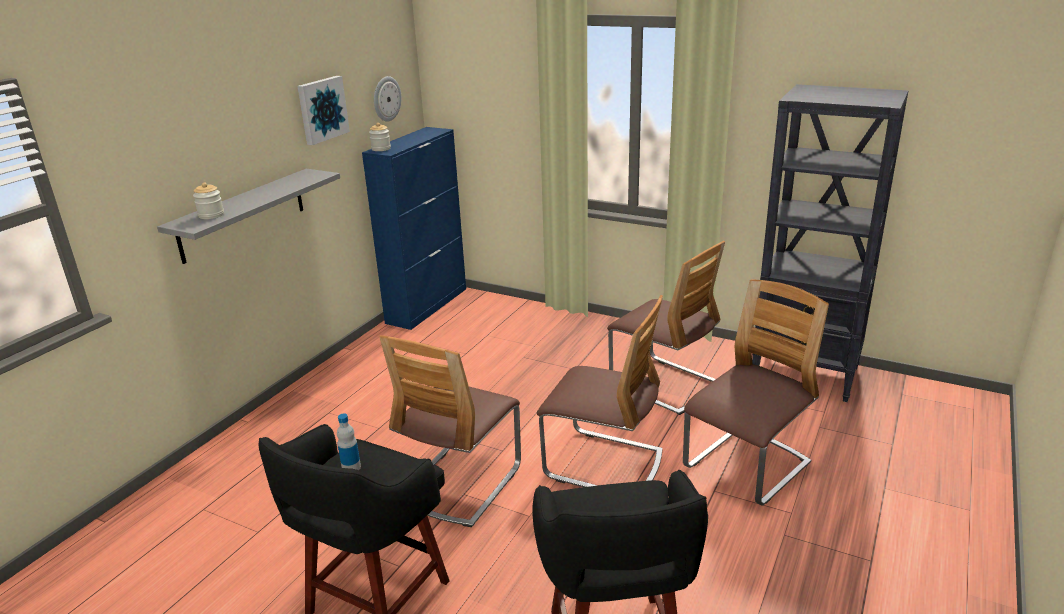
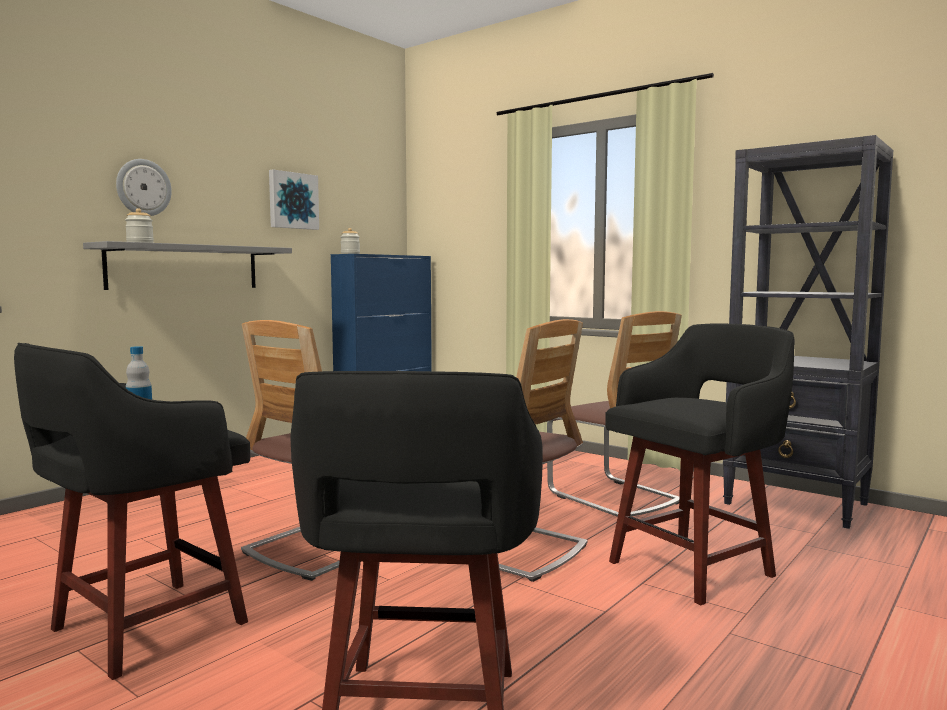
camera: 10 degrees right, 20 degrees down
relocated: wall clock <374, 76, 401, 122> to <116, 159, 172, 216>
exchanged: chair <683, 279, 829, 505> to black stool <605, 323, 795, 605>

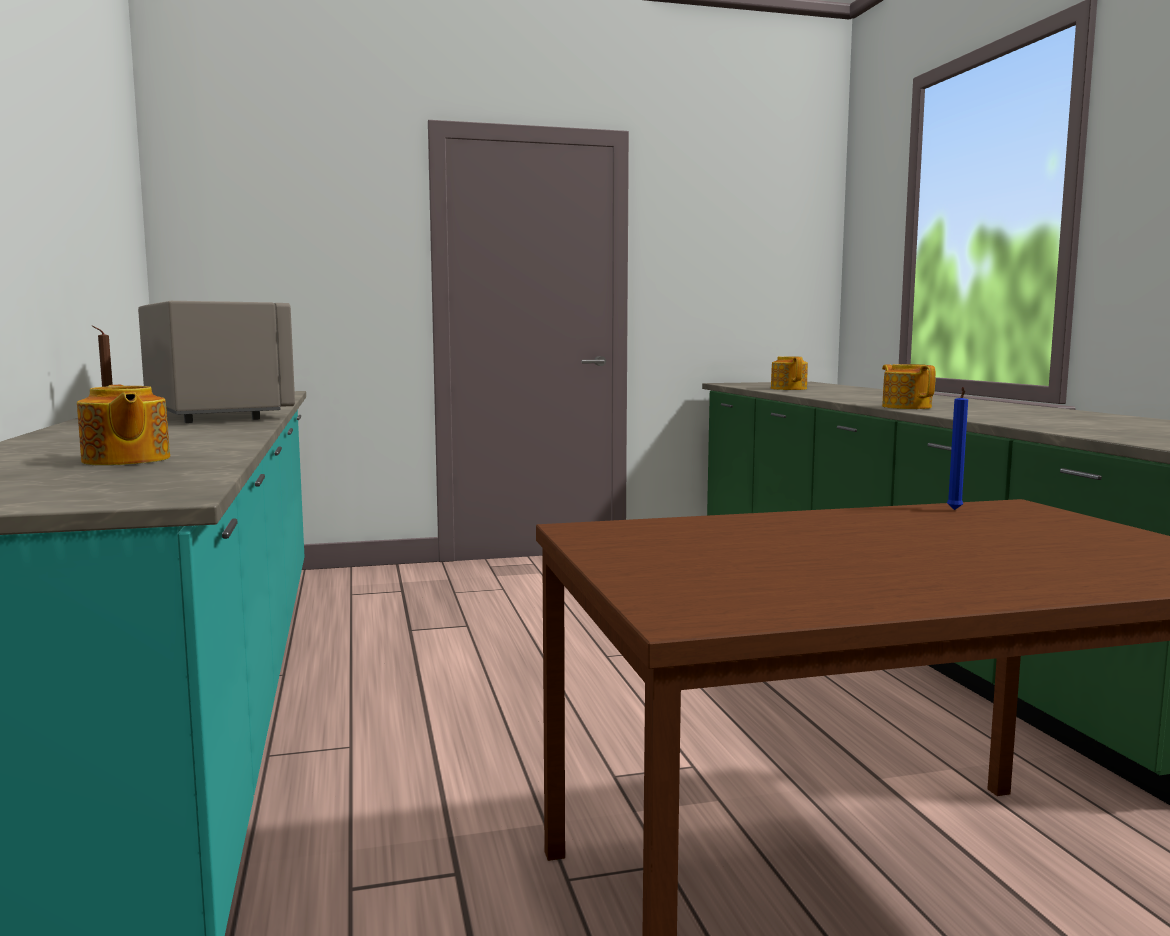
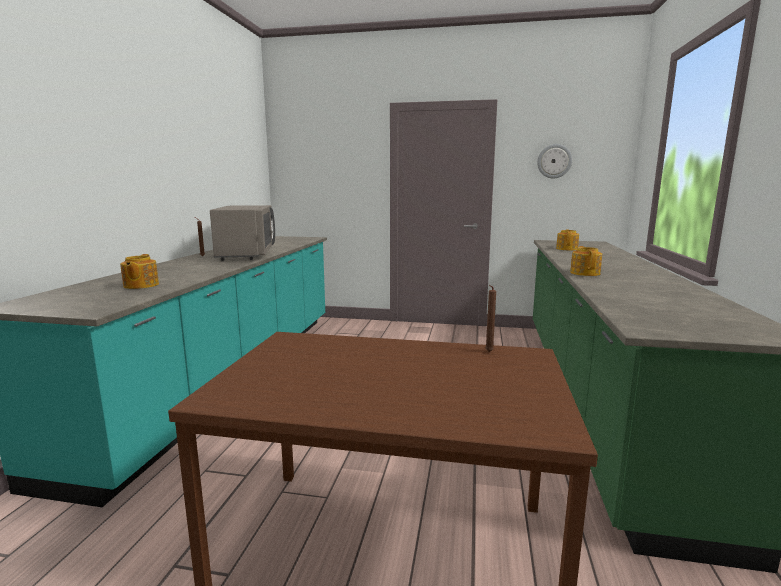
camera: 25 degrees right, 5 degrees up
appeared: wall clock <537, 144, 572, 179>
colour: blue candle <947, 387, 968, 510> to brown candle <485, 285, 496, 352>

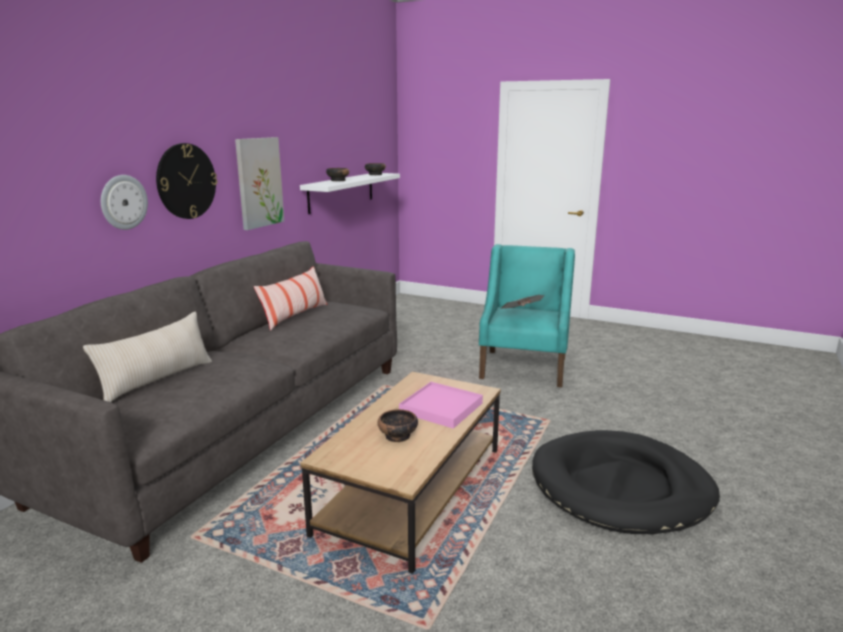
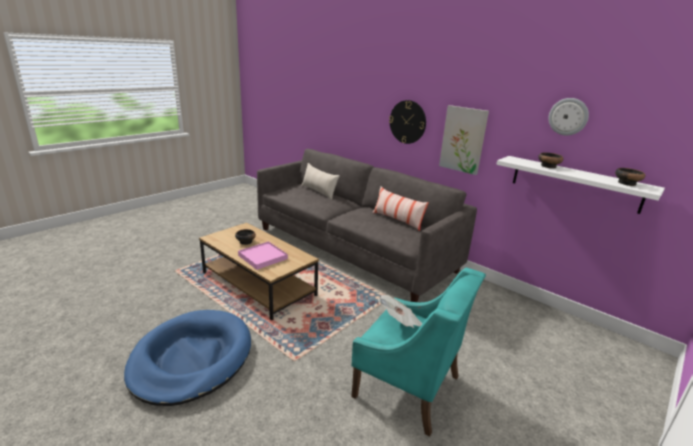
camera: 105 degrees right, 5 degrees up
relocated: wall clock <101, 175, 148, 230> to <549, 98, 589, 136>
colour: black dog bed <532, 430, 720, 534> to blue dog bed <124, 310, 251, 406>

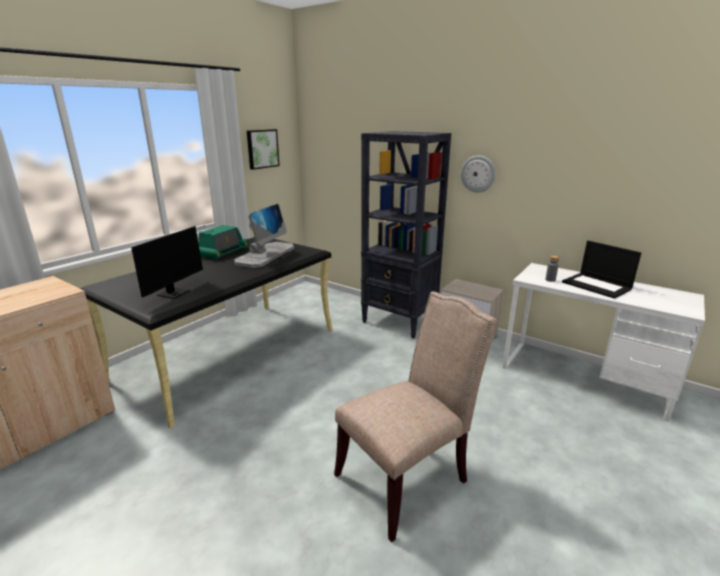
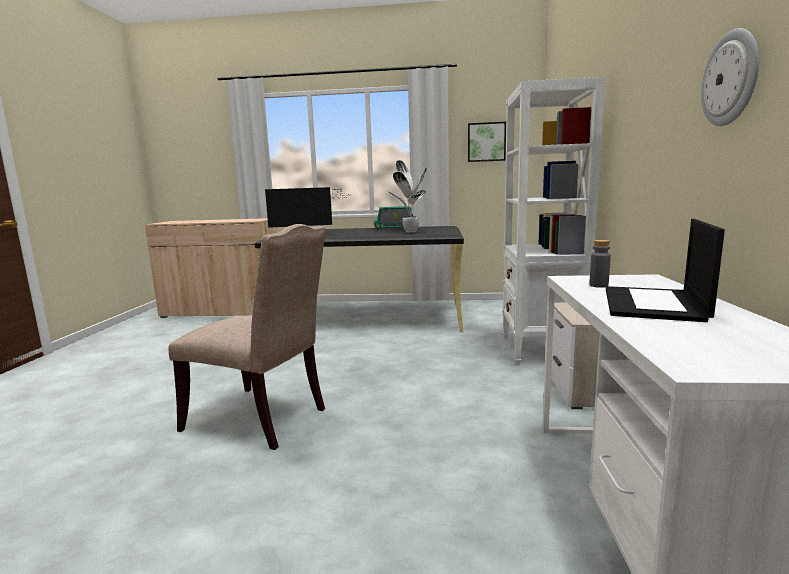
camera: 60 degrees right, 10 degrees down
relocated: wall clock <461, 155, 496, 193> to <701, 28, 759, 126>
exchanged: monitor <234, 204, 294, 268> to potted plant <387, 160, 427, 233>
colour: black bookcase <361, 131, 451, 339> to white bookcase <502, 77, 605, 366>

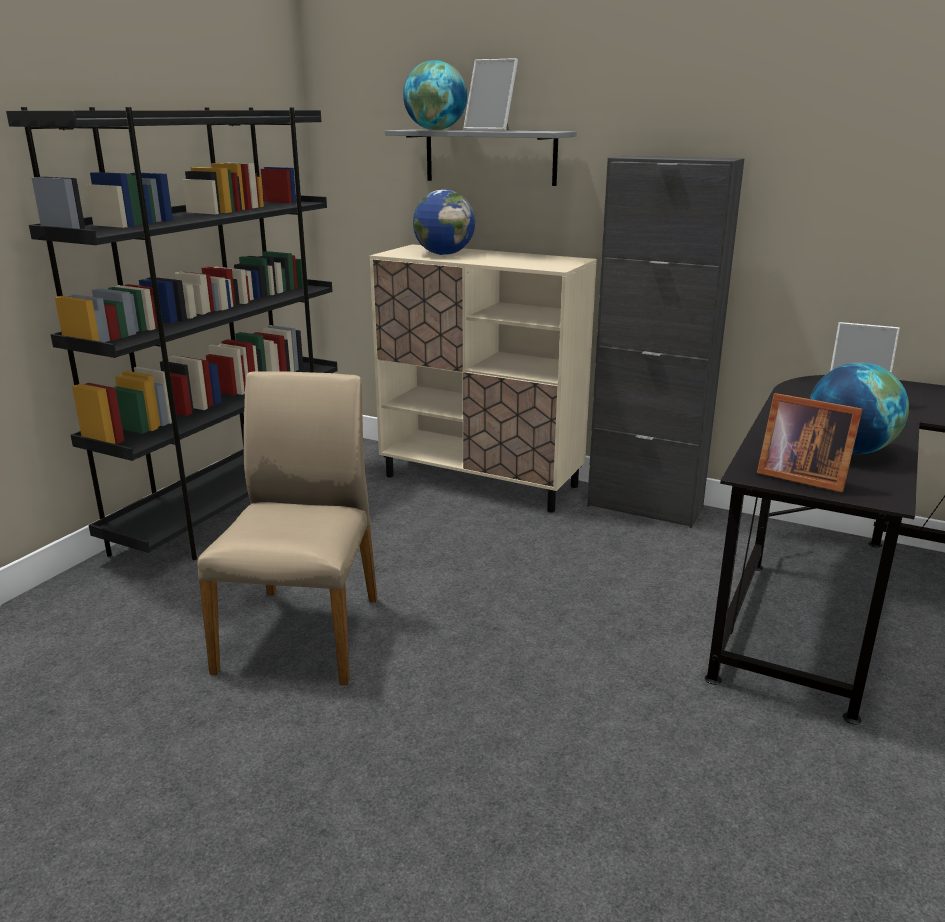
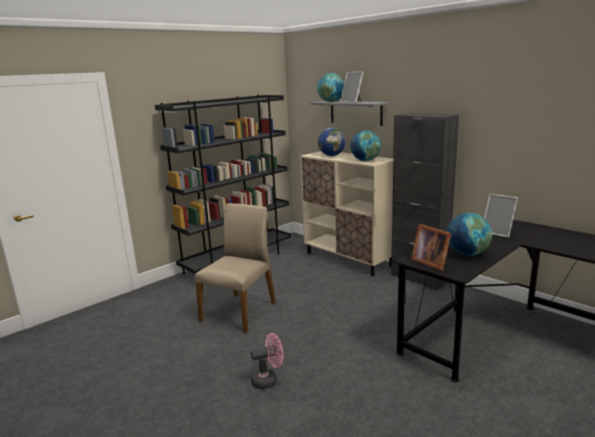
camera: 20 degrees right, 5 degrees down
appeared: pink fan <250, 333, 284, 389>; globe <351, 131, 381, 161>

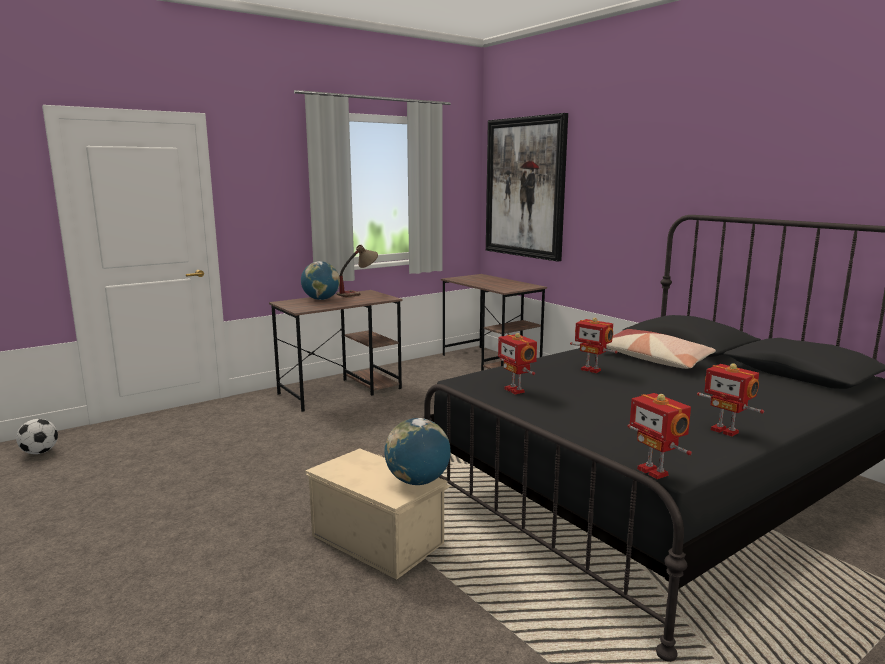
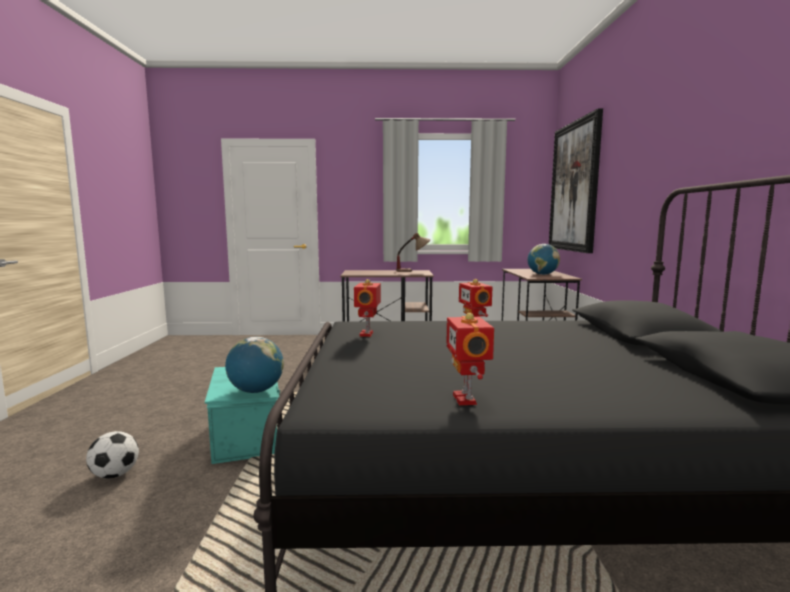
camera: 35 degrees right, 5 degrees down
missing: pillow <606, 329, 716, 369>; toy robot <628, 393, 692, 479>
relocated: football <16, 419, 58, 454> to <86, 431, 139, 478>; globe <301, 261, 340, 300> to <528, 244, 560, 275>
colour: beige storage box <305, 448, 451, 579> to turquoise storage box <205, 367, 280, 464>

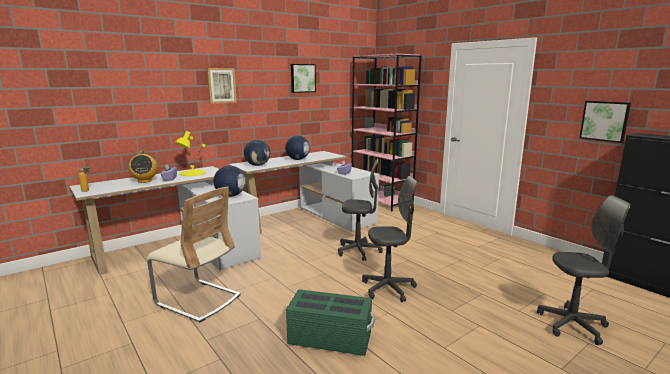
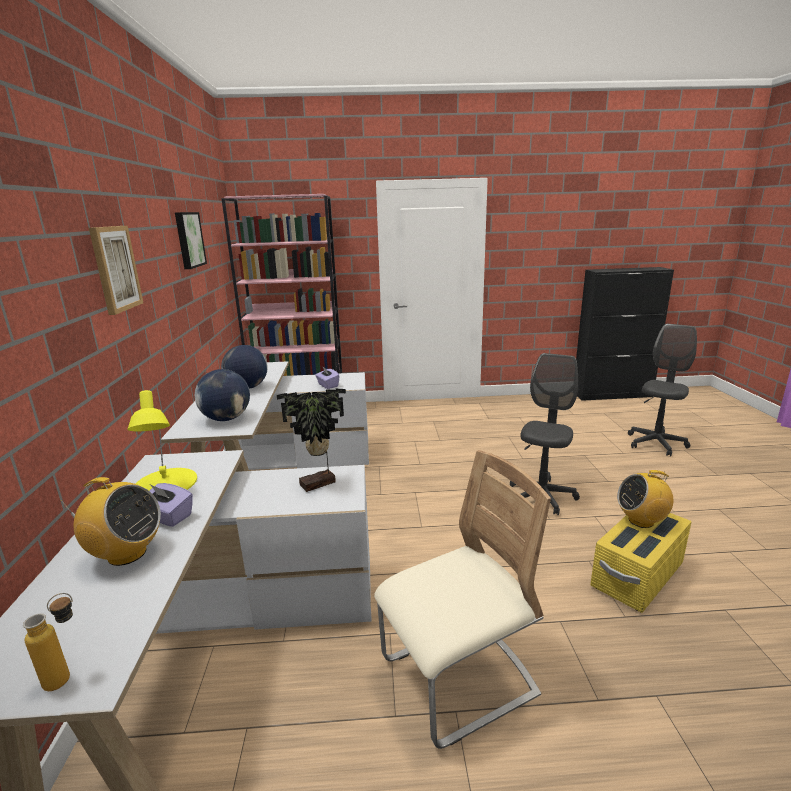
camera: 55 degrees left, 5 degrees up
missing: grey office chair <338, 158, 383, 261>; picture <579, 101, 631, 143>
appeared: radio <617, 470, 674, 528>
exchanged: globe <213, 165, 246, 197> to potted plant <277, 389, 346, 492>
colour: green storage box <286, 289, 375, 356> to yellow storage box <590, 513, 691, 613>

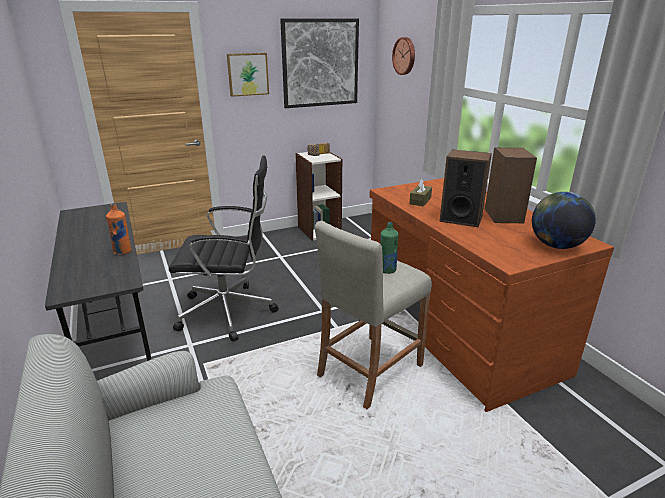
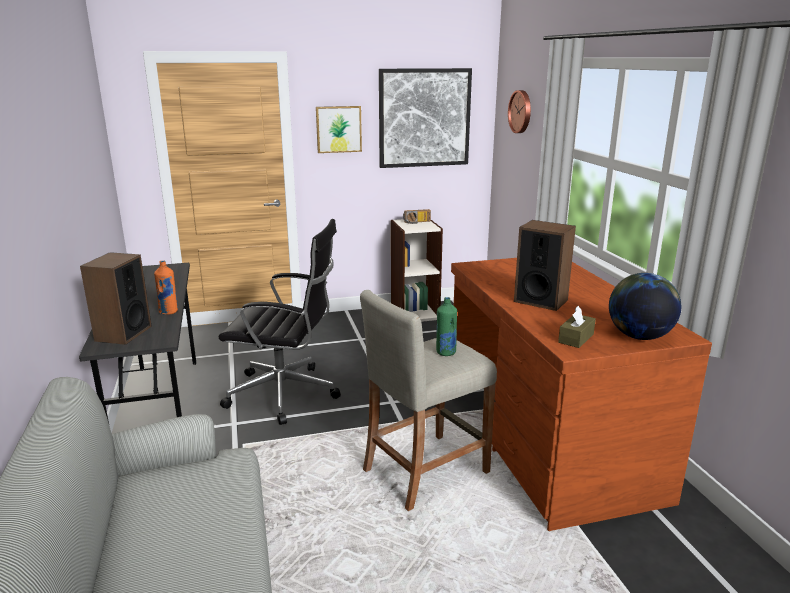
camera: 10 degrees right, 5 degrees down
relocated: speaker <485, 148, 537, 223> to <80, 252, 152, 345>; brown tissue box <409, 179, 432, 207> to <558, 306, 596, 348>

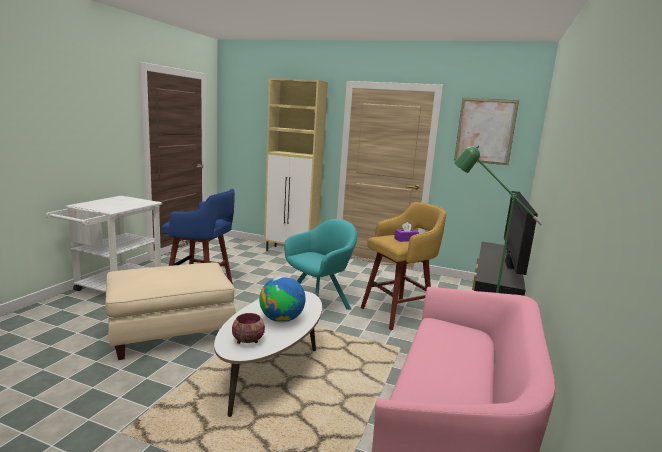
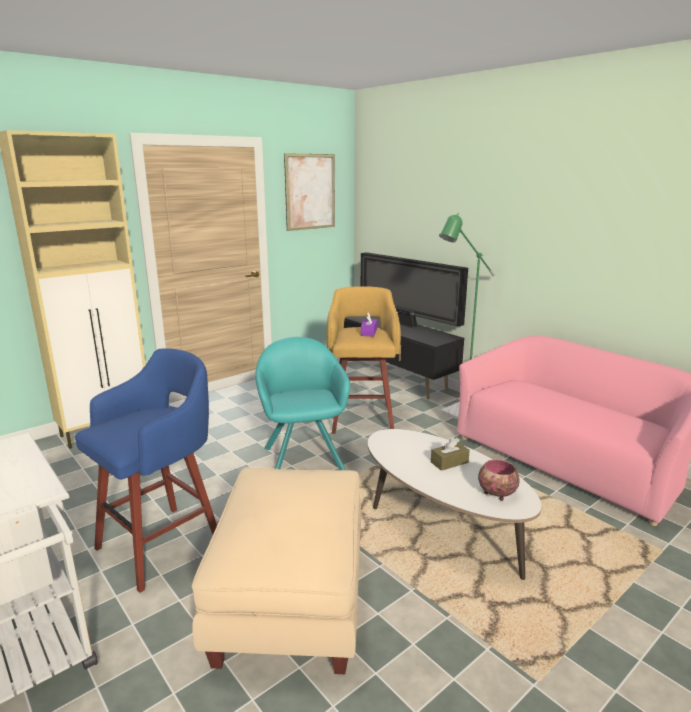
camera: 60 degrees left, 5 degrees up
exchanged: globe <259, 276, 306, 322> to brown tissue box <431, 437, 470, 471>

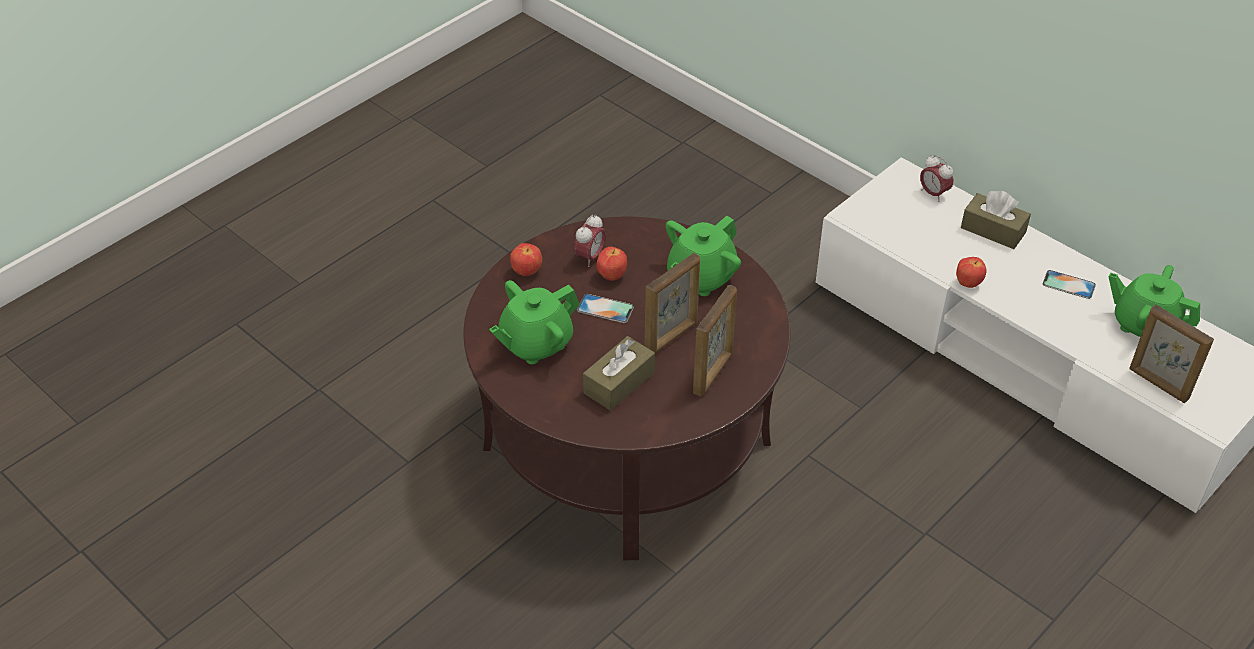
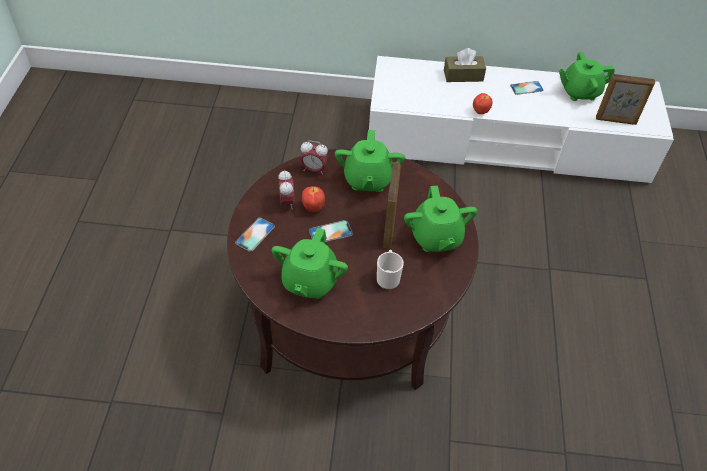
camera: 40 degrees left, 5 degrees up
relocated: alarm clock <920, 155, 953, 202> to <300, 141, 328, 175>
exchanged: apple <510, 243, 542, 276> to phone <235, 218, 275, 252>; brown tissue box <583, 336, 655, 411> to mug <377, 250, 404, 289>; picture frame <693, 285, 737, 397> to green teapot <404, 186, 478, 252>

